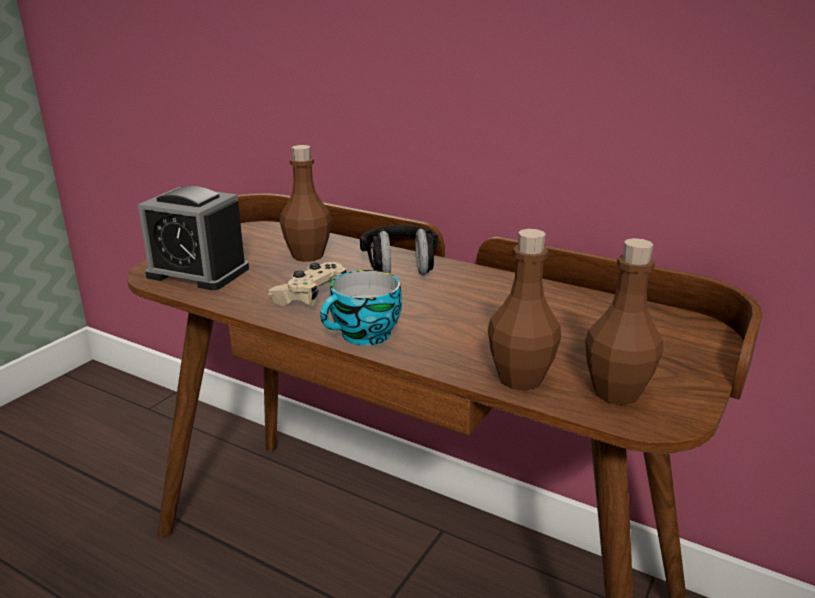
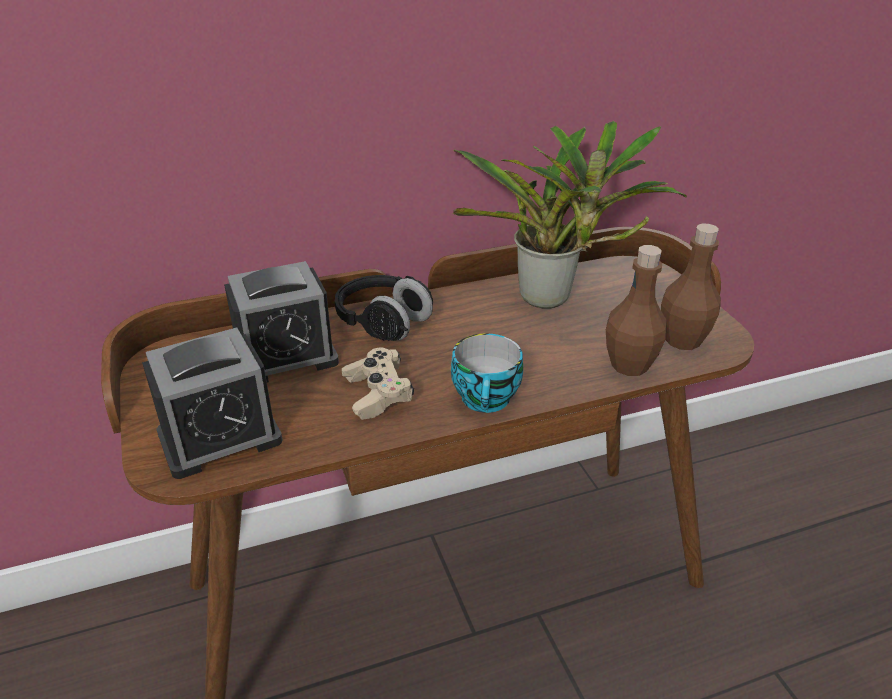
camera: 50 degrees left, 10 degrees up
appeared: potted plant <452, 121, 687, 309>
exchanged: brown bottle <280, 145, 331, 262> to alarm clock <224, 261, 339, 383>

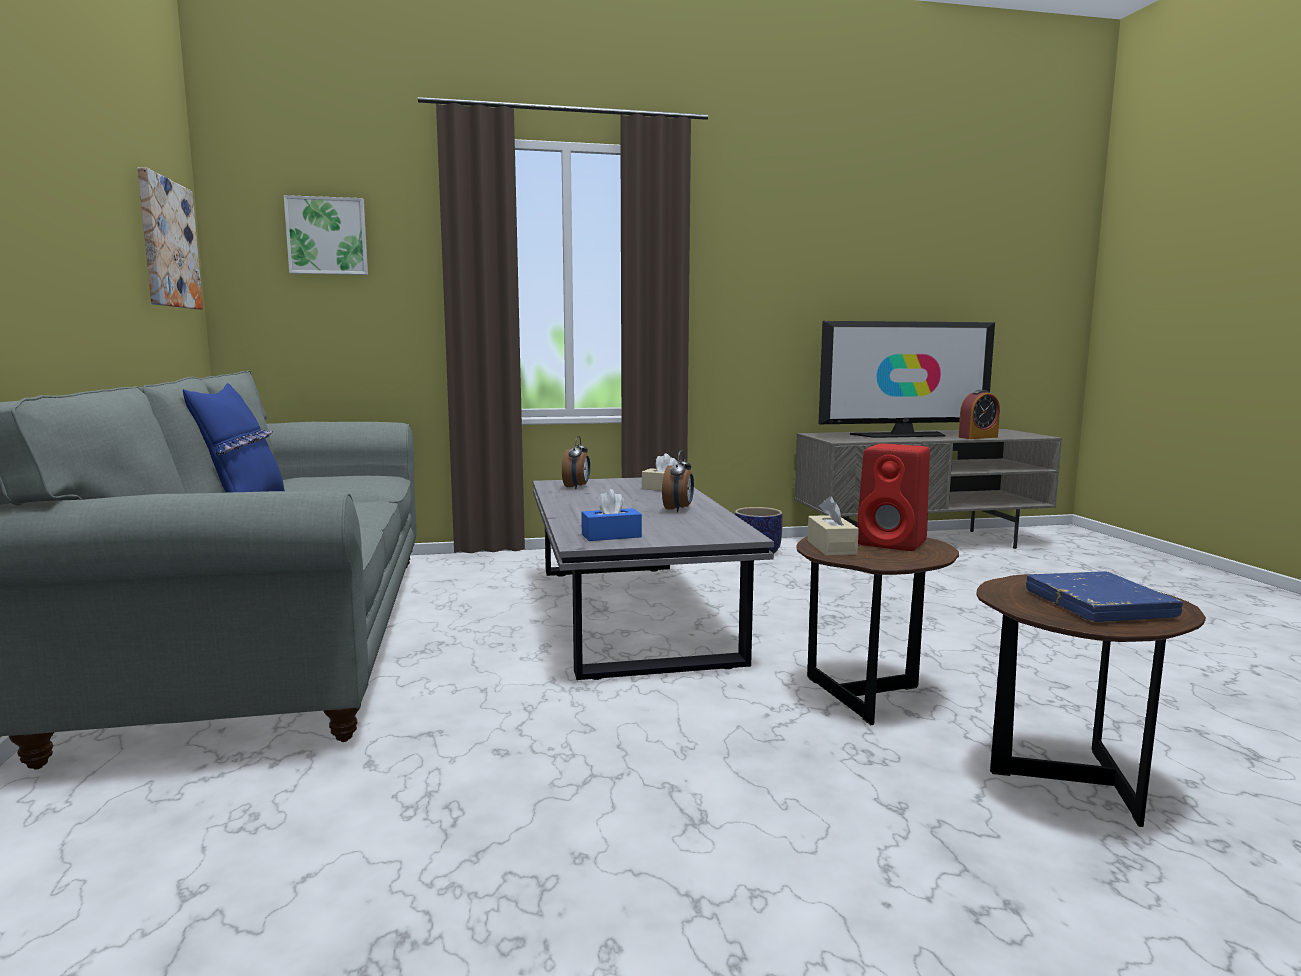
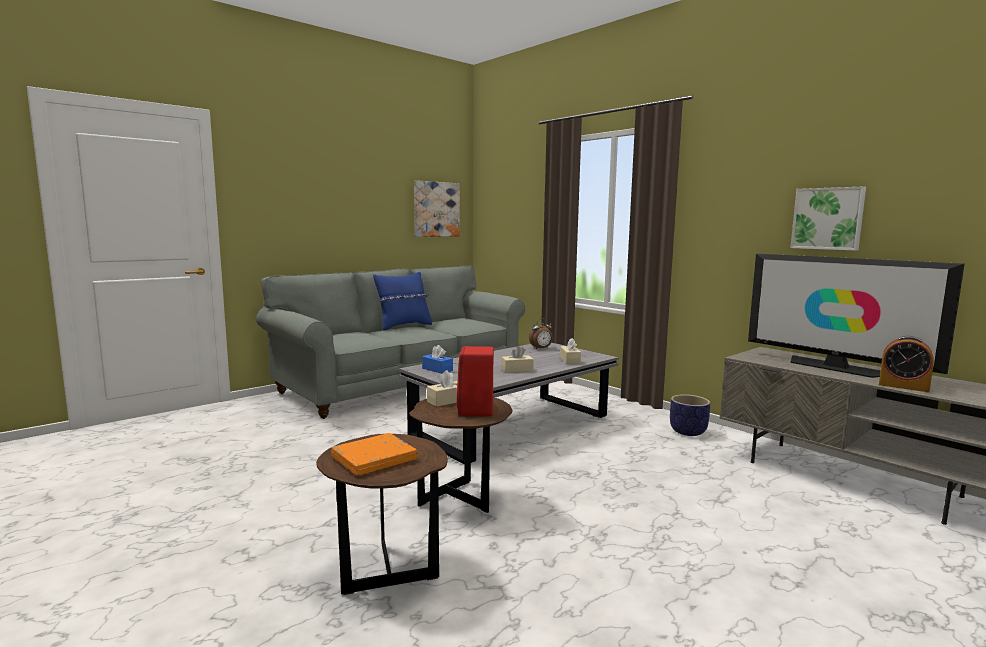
camera: 60 degrees right, 0 degrees up
relocated: picture <284, 195, 368, 275> to <791, 186, 866, 251>
exchanged: alarm clock <662, 450, 694, 512> to beige tissue box <501, 346, 534, 373>
colour: blue book <1026, 571, 1183, 622> to orange book <331, 433, 417, 476>

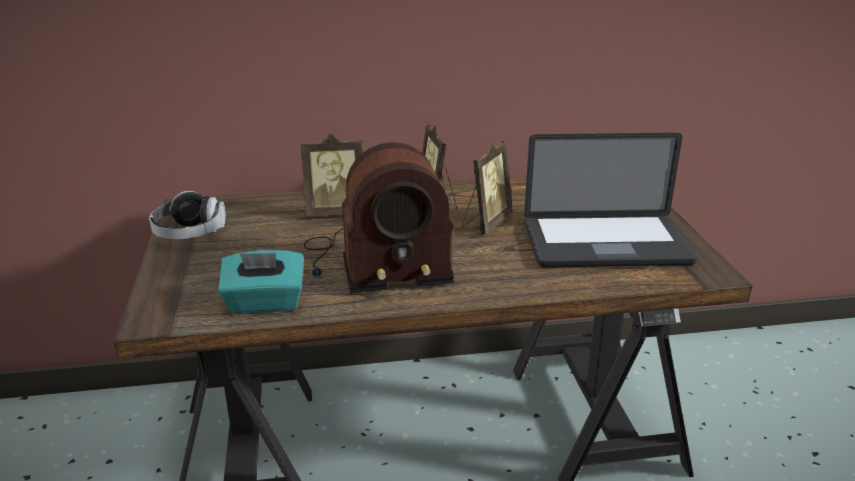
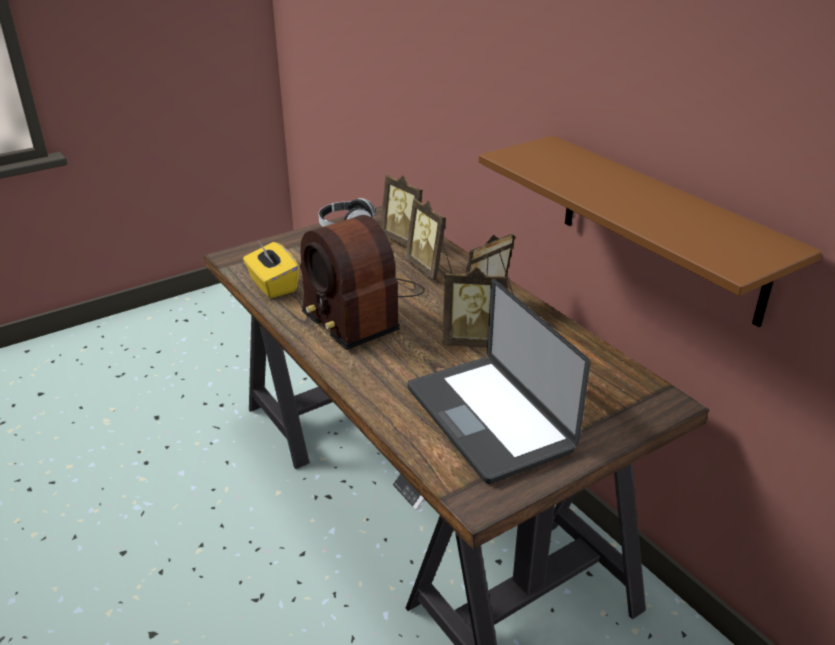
camera: 65 degrees right, 5 degrees up
appeared: picture frame <381, 175, 423, 247>; brown shelf <479, 136, 822, 327>
colour: turquoise tissue box <218, 250, 304, 314> to yellow tissue box <243, 242, 299, 298>

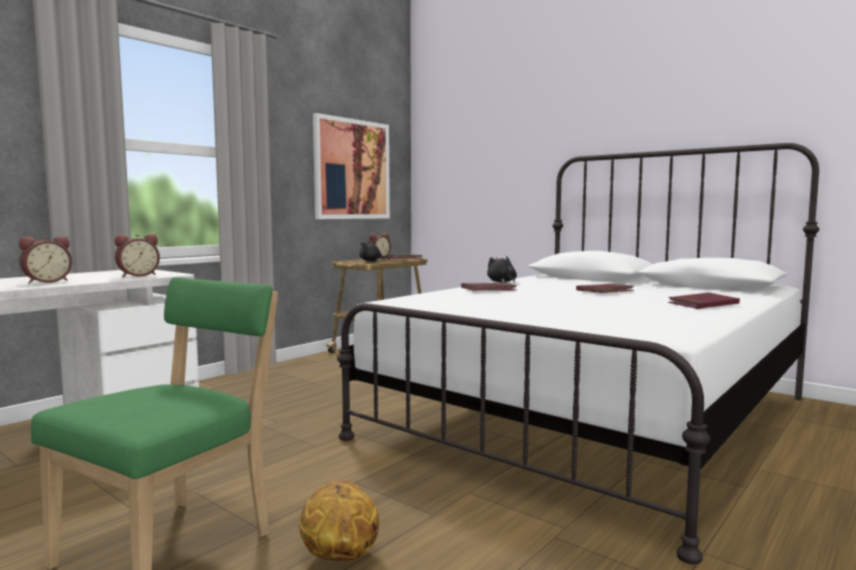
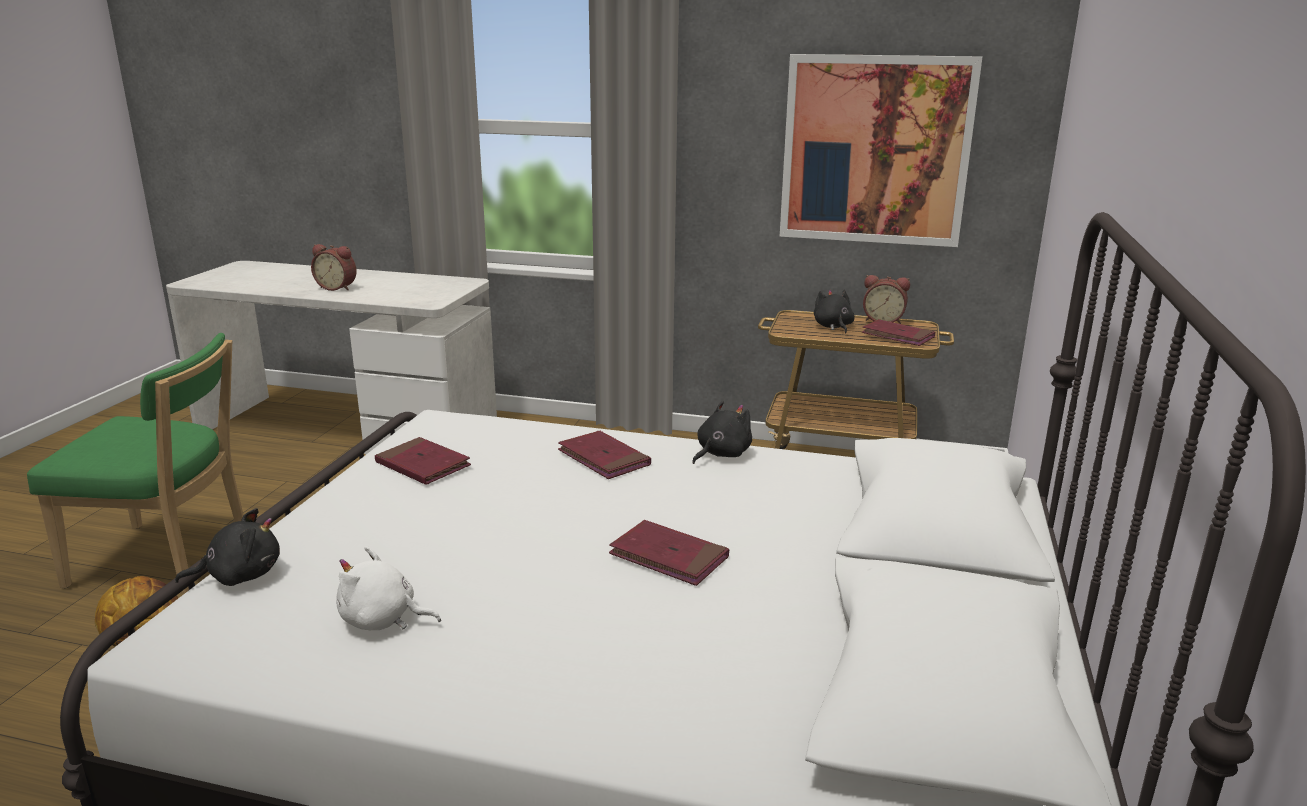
camera: 65 degrees right, 15 degrees up
missing: alarm clock <115, 234, 160, 277>
appeared: black plush toy <175, 508, 280, 586>; white plush toy <336, 546, 441, 630>
relocated: red book <668, 293, 740, 309> to <375, 437, 471, 485>

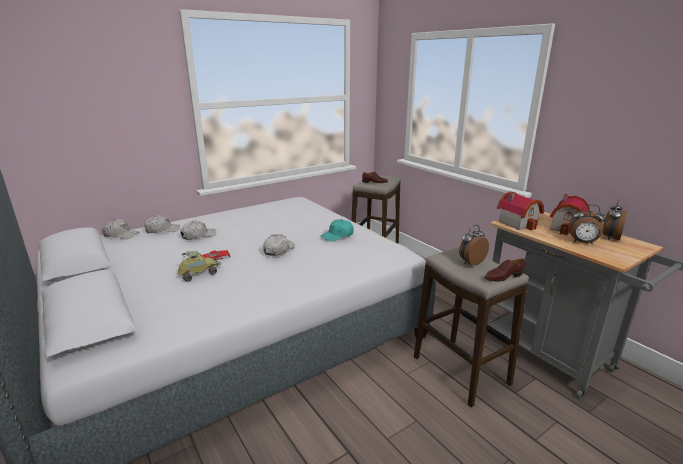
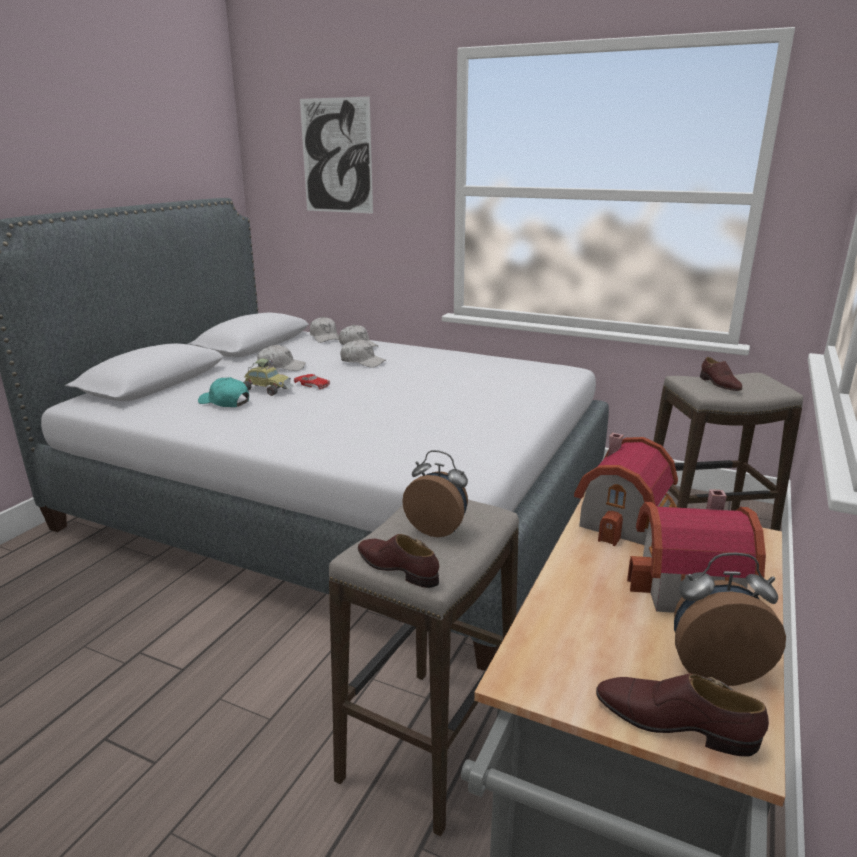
camera: 60 degrees right, 0 degrees up
missing: alarm clock <568, 204, 606, 244>
appeared: picture <300, 97, 373, 213>; brown shoe <596, 674, 769, 757>
relocated: turquoise cap <321, 219, 354, 242> to <198, 377, 249, 407>; white cap <263, 234, 295, 256> to <257, 345, 306, 371>

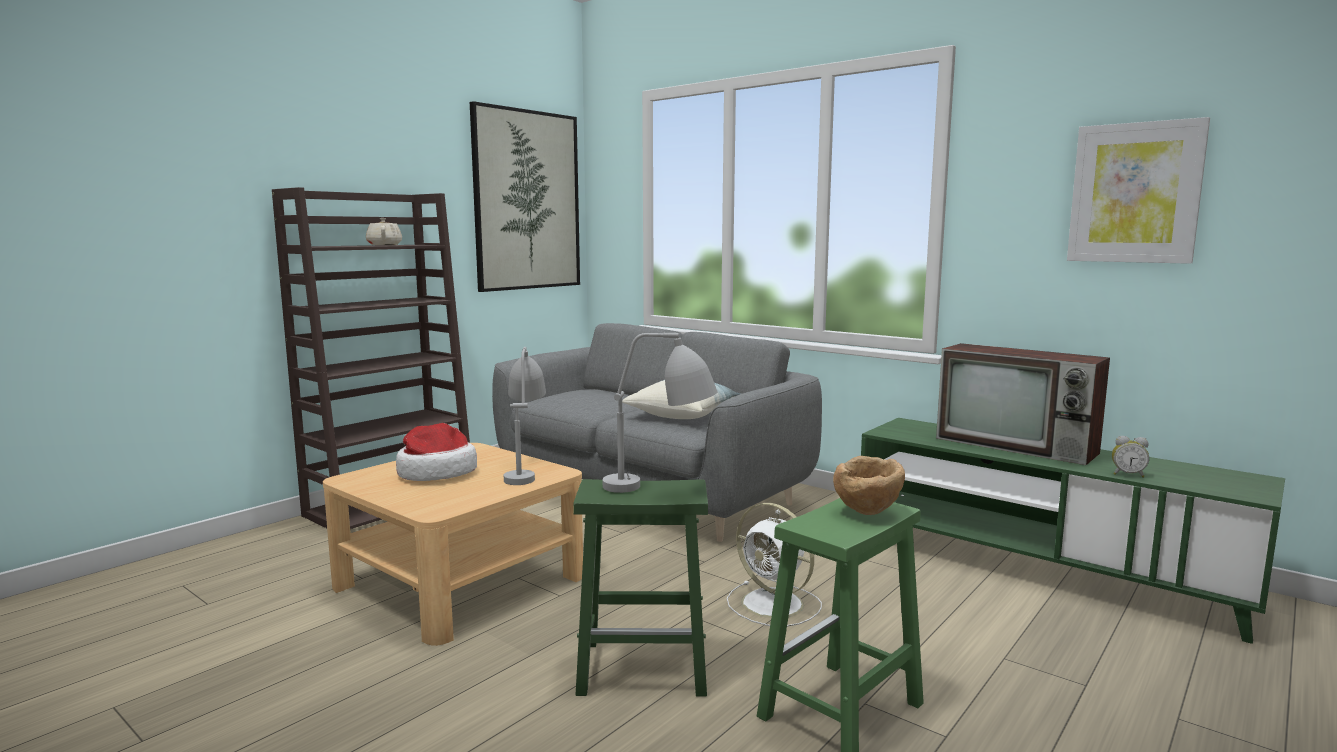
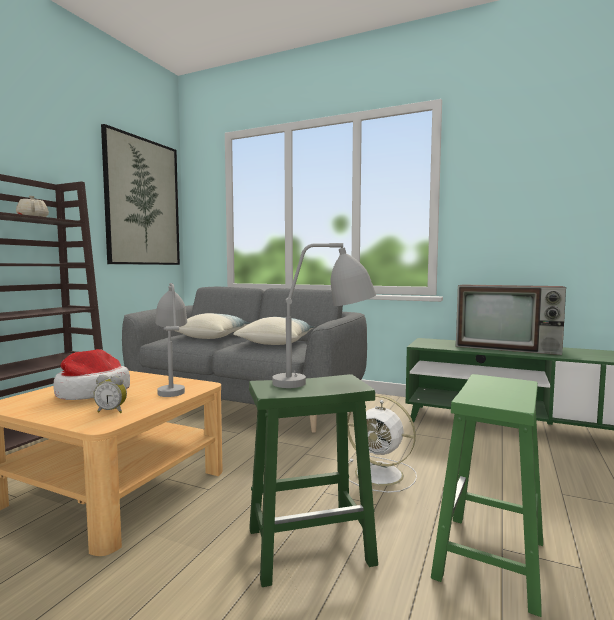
camera: 15 degrees left, 5 degrees down
missing: brown bowl <833, 456, 905, 515>; picture <1067, 117, 1210, 264>
appeared: pillow <176, 313, 250, 339>
relocated: alarm clock <1112, 436, 1149, 478> to <93, 375, 127, 413>

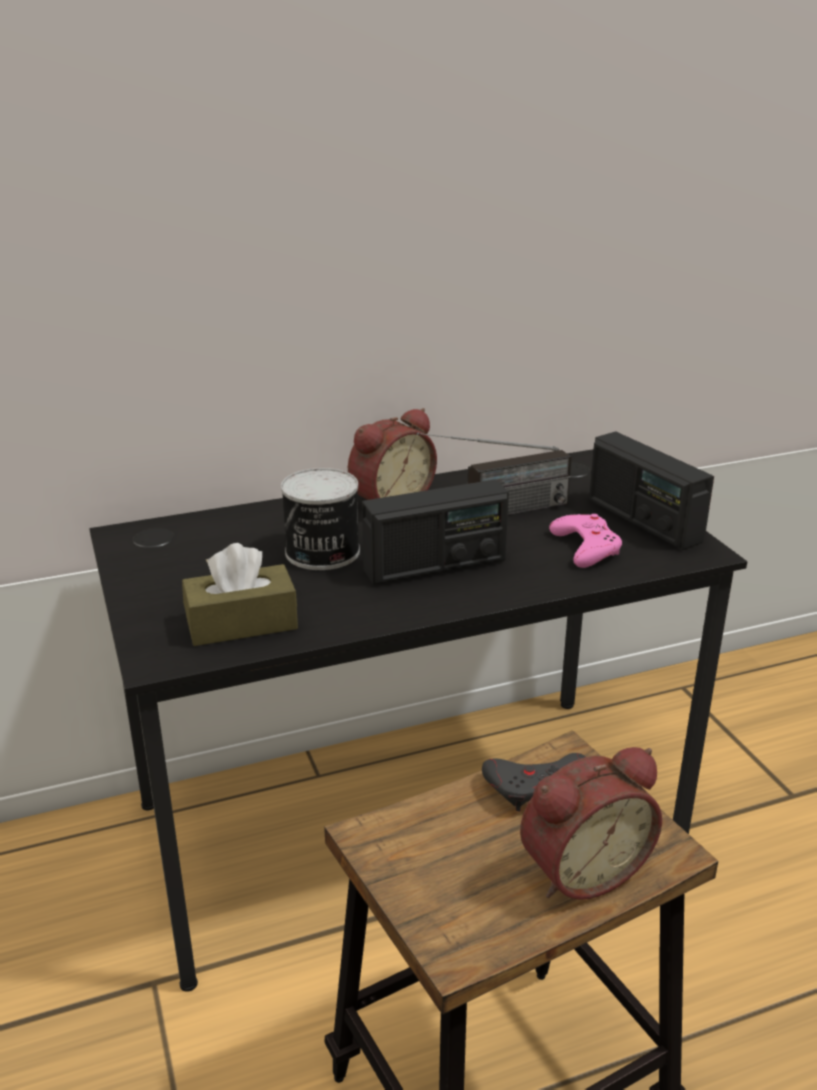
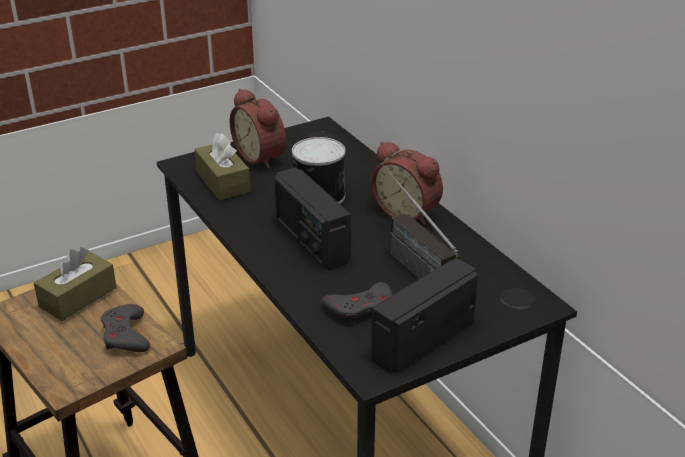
camera: 80 degrees right, 5 degrees up
appeared: brown tissue box <34, 247, 117, 321>
relocated: alarm clock <520, 747, 662, 900> to <230, 88, 286, 169>
colour: pink game controller <549, 514, 622, 568> to grey game controller <322, 282, 393, 325>

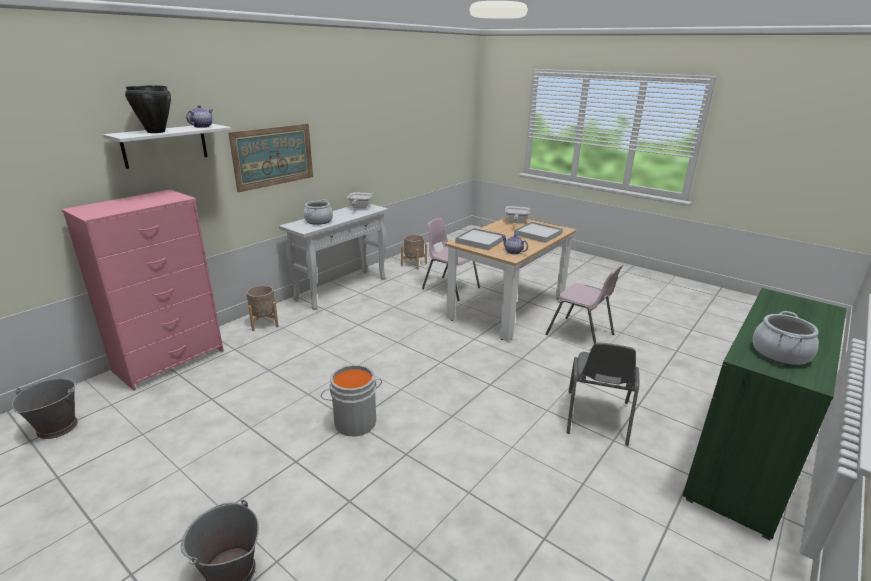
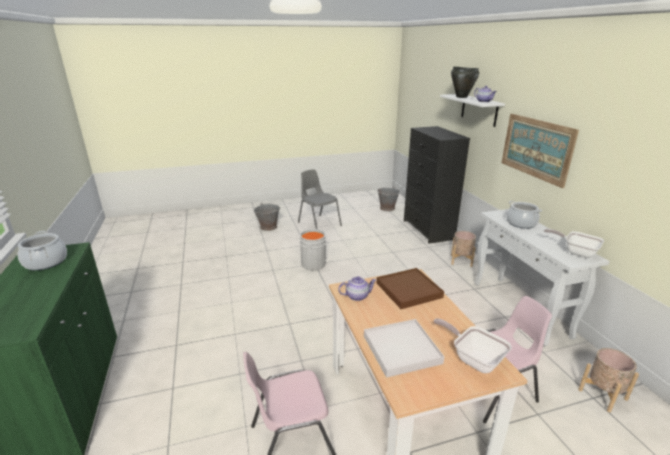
camera: 125 degrees right, 0 degrees up
relocated: grey chair <566, 342, 639, 446> to <298, 169, 342, 229>
colour: white tray <455, 228, 505, 250> to brown tray <377, 268, 444, 309>; pink dresser <62, 189, 224, 391> to black dresser <404, 126, 470, 244>

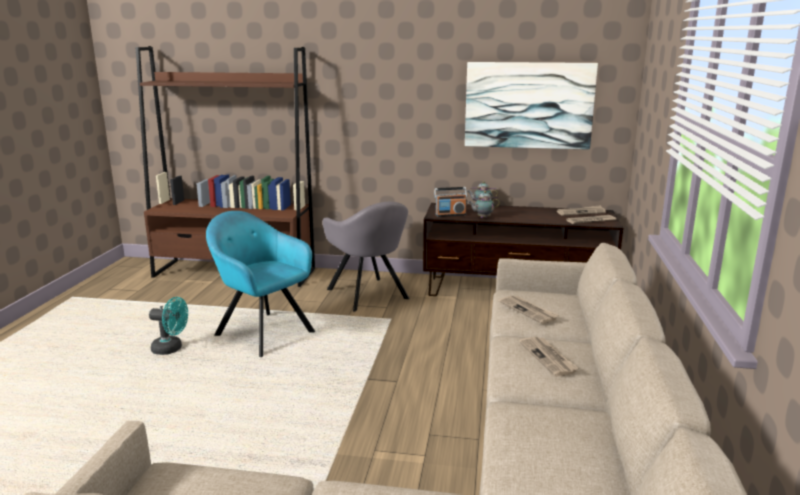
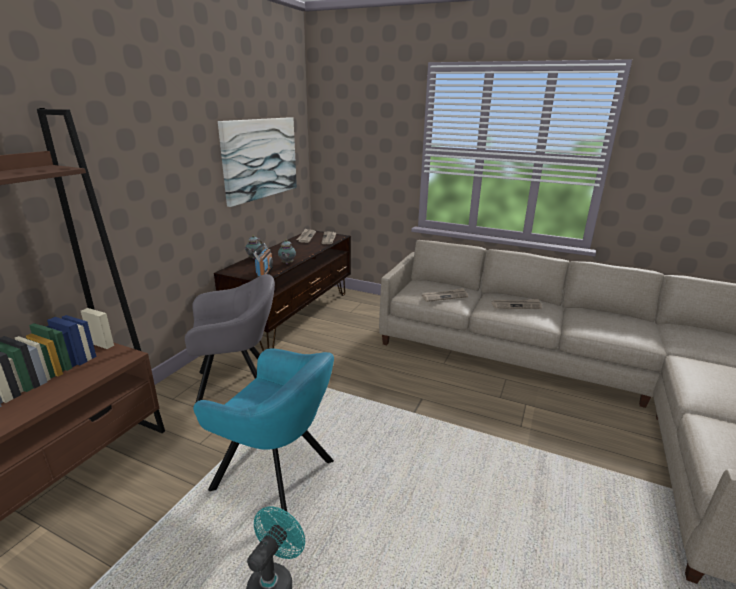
camera: 75 degrees left, 5 degrees up
spun: turquoise armchair <206, 211, 315, 357> = <193, 348, 334, 513> 120 degrees counterclockwise

